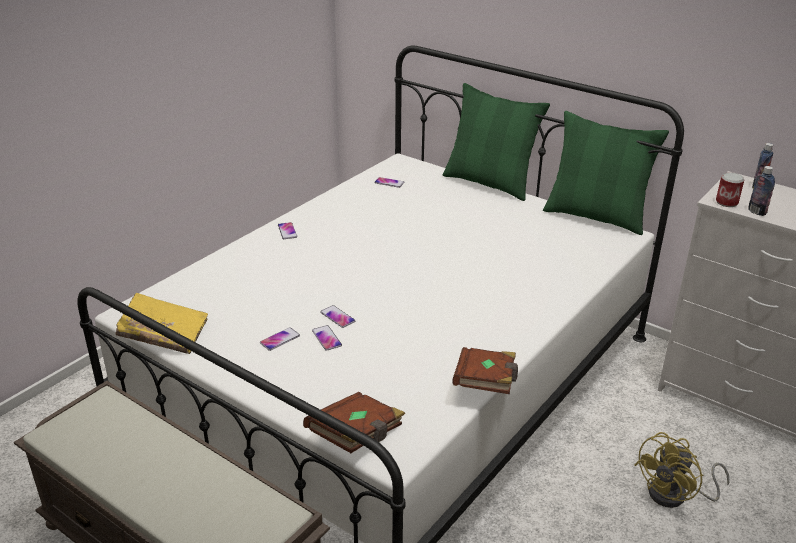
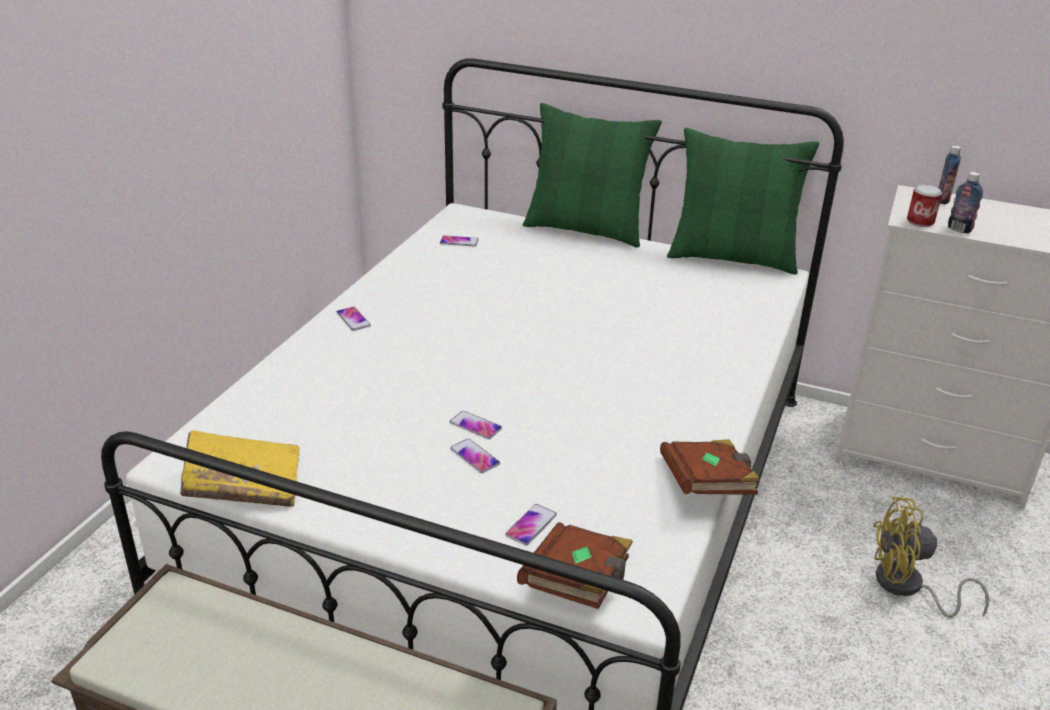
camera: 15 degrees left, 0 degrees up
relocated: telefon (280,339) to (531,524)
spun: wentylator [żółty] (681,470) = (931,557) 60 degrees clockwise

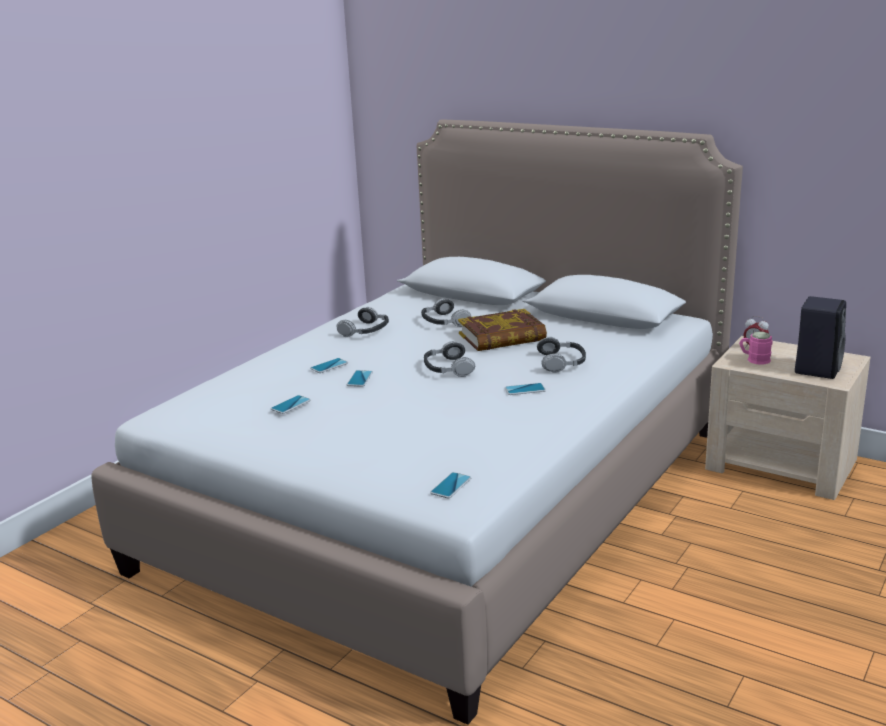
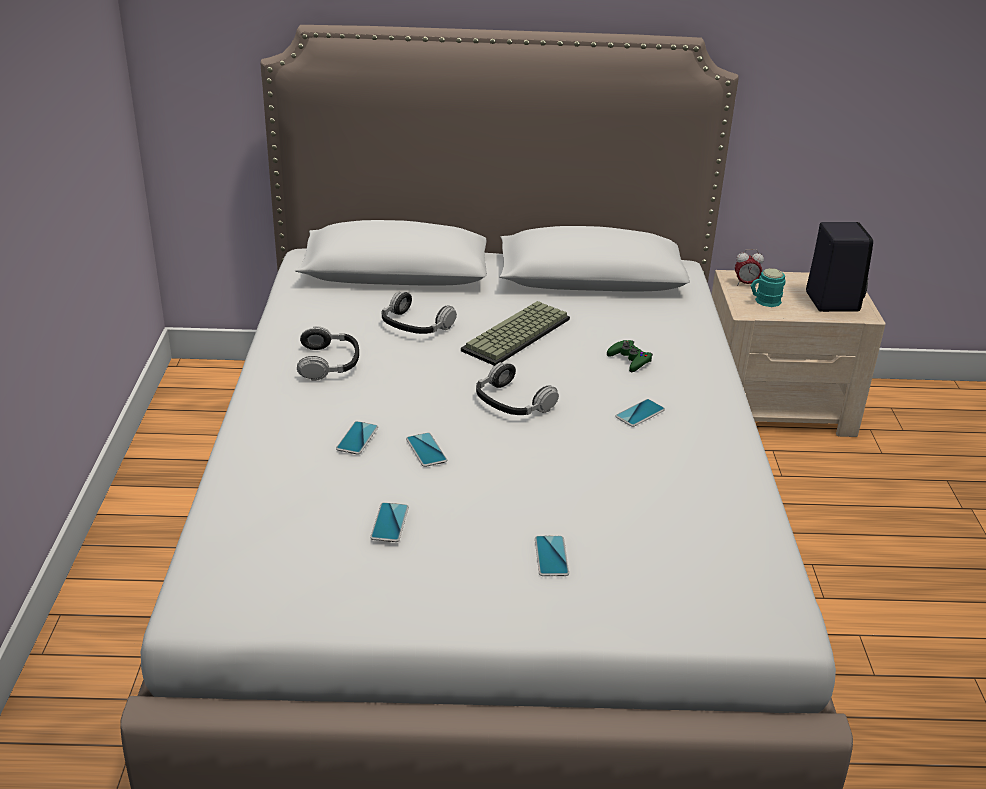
camera: 35 degrees left, 10 degrees up
relocated: telefon (450,485) to (552,556)
exchanged: książka (502,330) to klawiatura (515,333); słuchawki (561,355) to pad do gier [zielony] (630,356)
colour: kubek [różowy] (756,348) to kubek [turkusowy] (768,287)

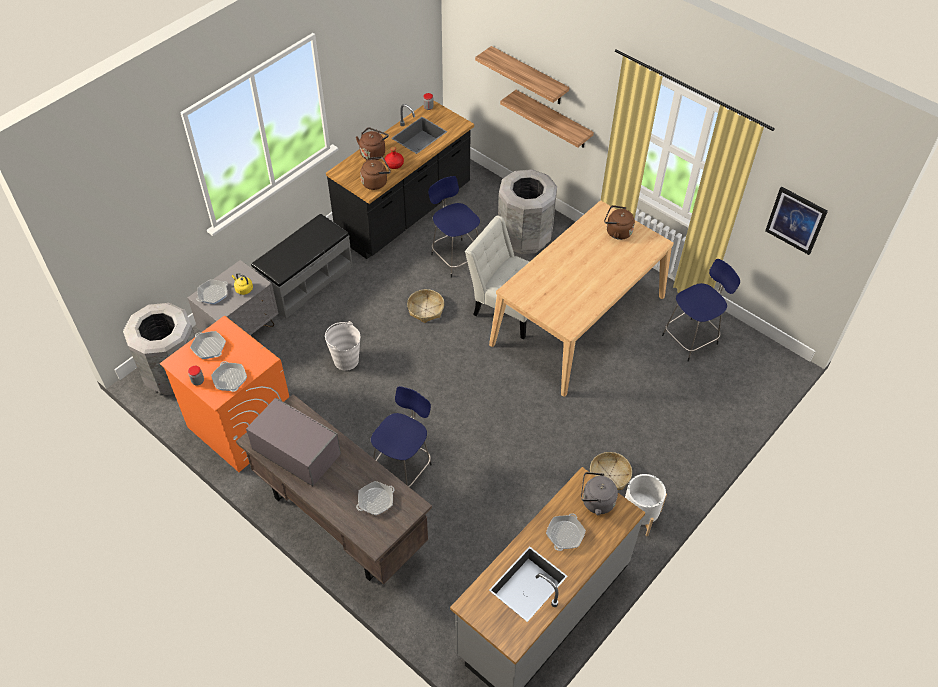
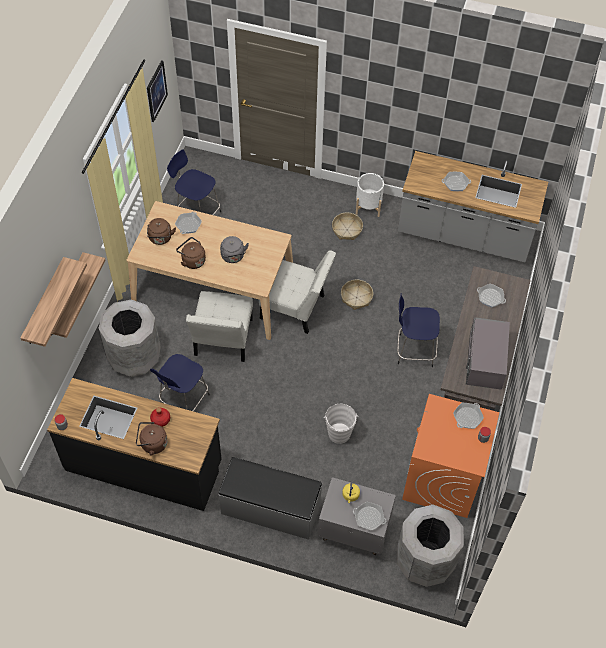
camera: 115 degrees left, 5 degrees up
appeared: krzesło [biały] (297,292)
relocated: patelnia (208,345) to (188,223); czajnik [brązowy] (375,173) to (191,253); koszyk (425,306) to (357,295); czajnik [szary] (599,493) to (234,249)

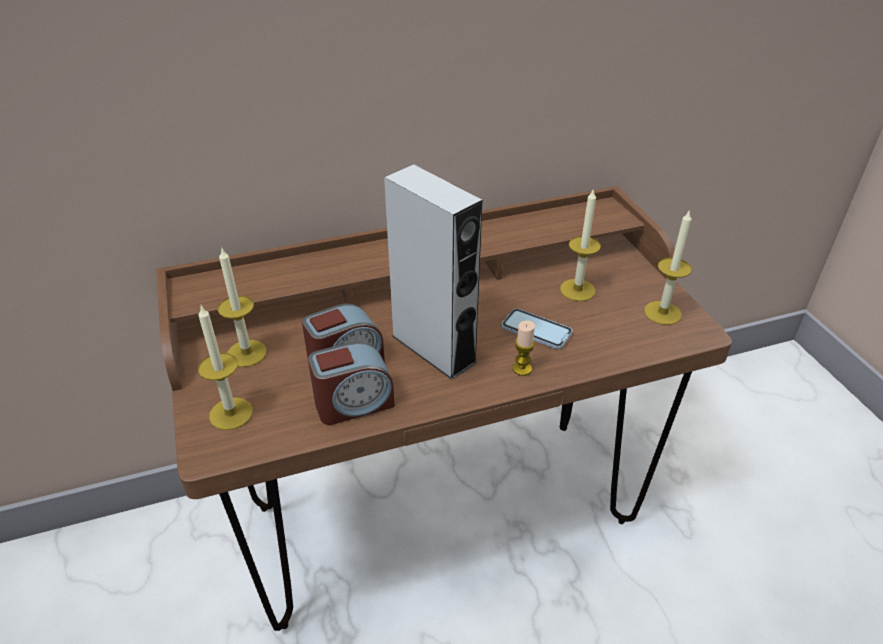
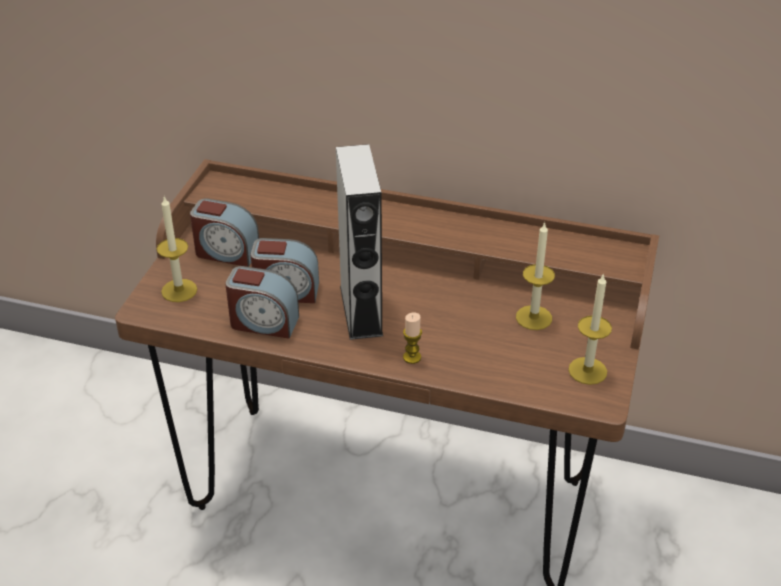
camera: 35 degrees right, 0 degrees up
missing: telefon (537,328)
exchanged: świeca (242,308) to budzik (224,232)

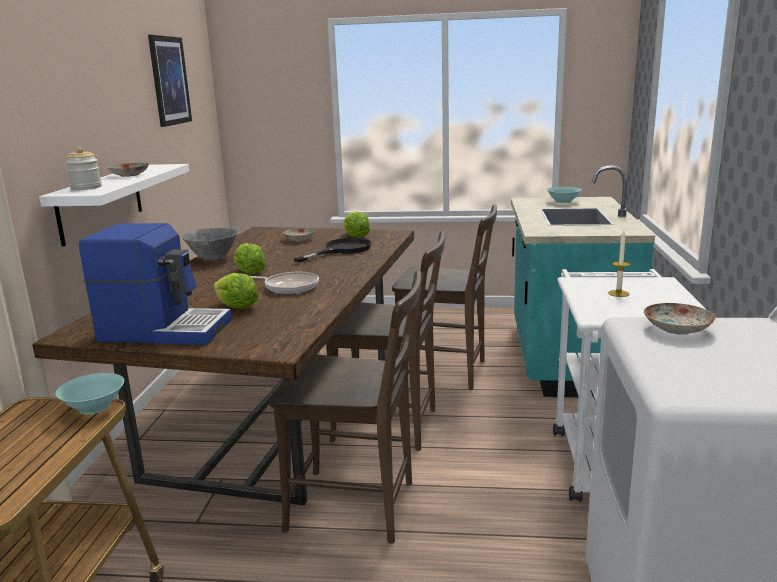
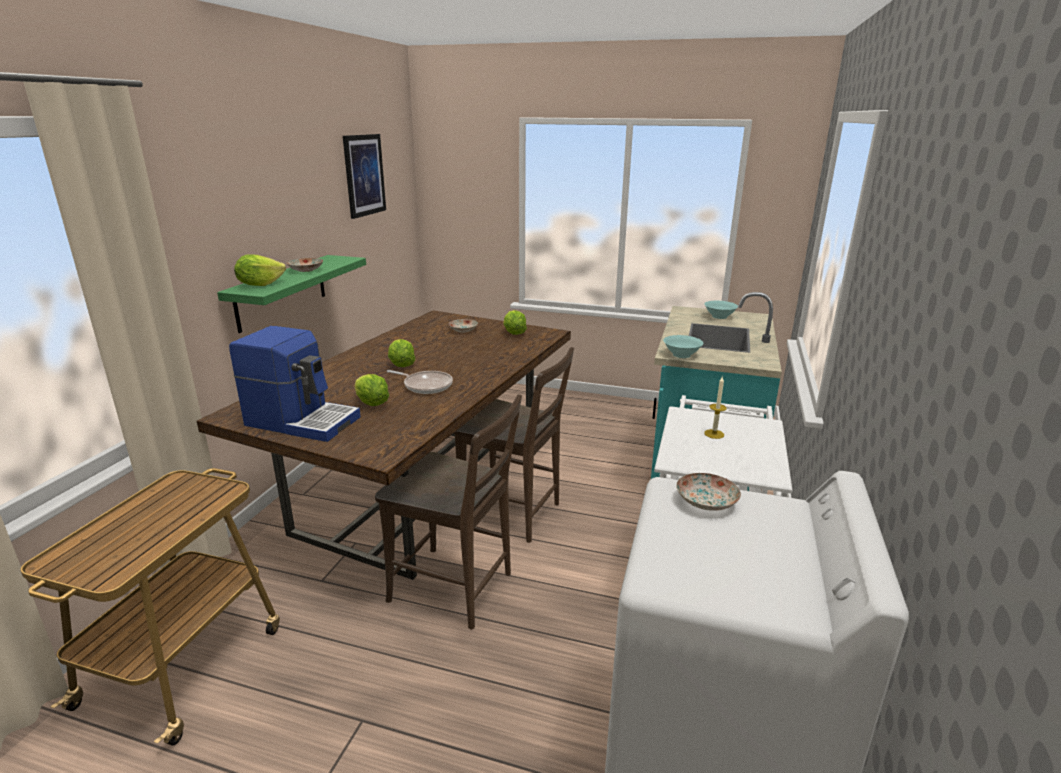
camera: 10 degrees right, 5 degrees up
missing: miska [szary] (210,244); patelnia [czarny] (333,250); krzesło [brązowy] (444,297)
relocated: miska [turkusowy] (89,394) to (683,346)
exchanged: słoik (83,168) to sałata (260,270)
colour: półka [biały] (114,205) to półka [zielony] (291,294)

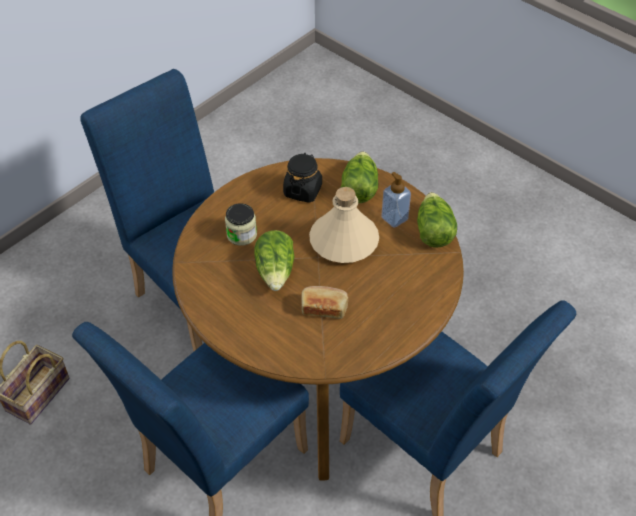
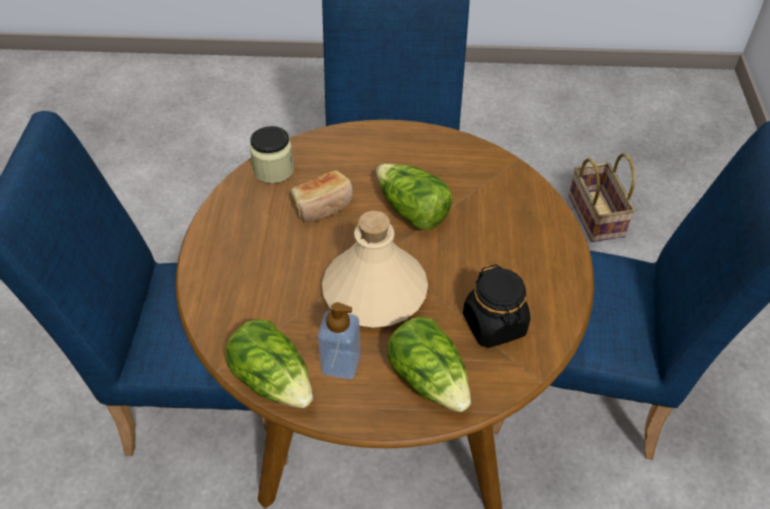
camera: 140 degrees right, 0 degrees up
relocated: słoik (241,224) to (272,154)

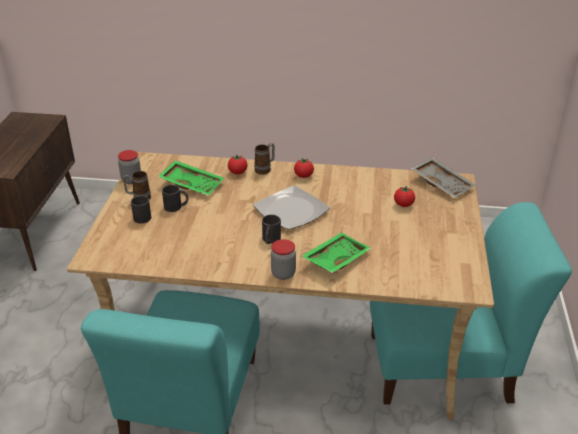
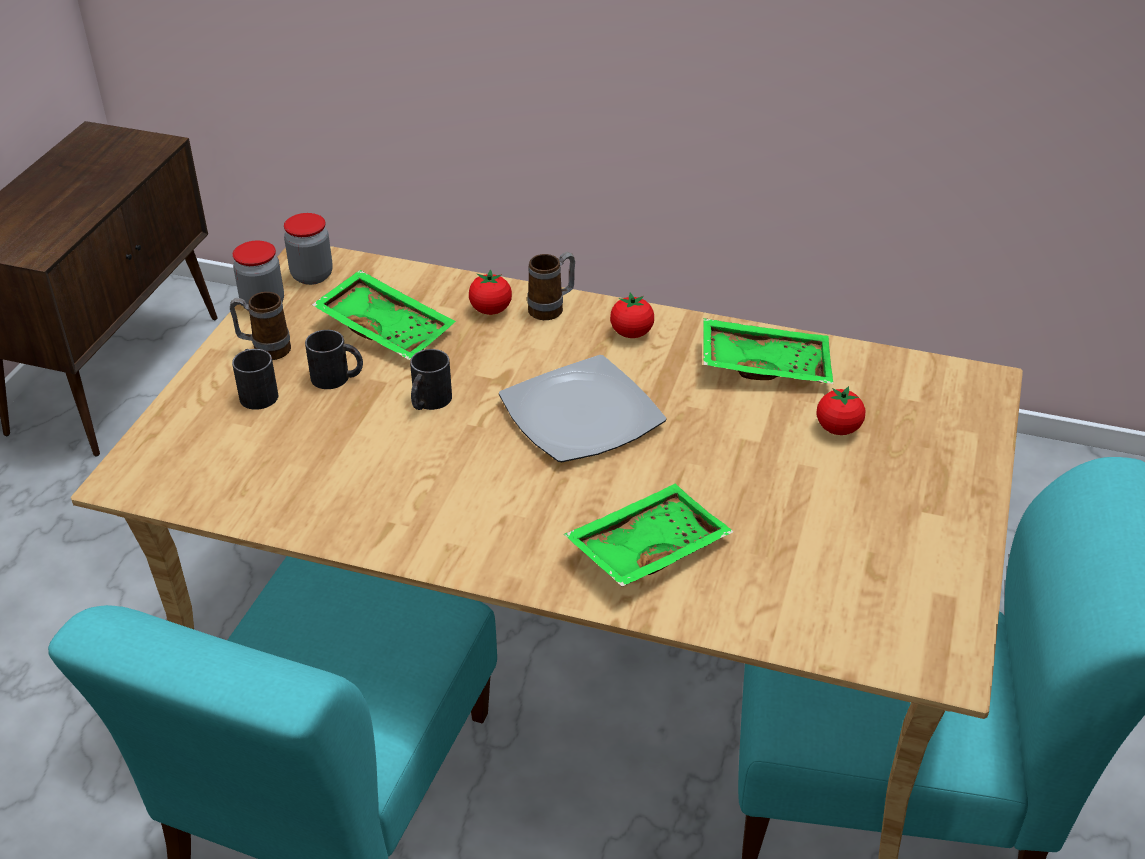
camera: 10 degrees right, 5 degrees up
missing: taca [szary] (443,177)
appeared: taca [zielony] (768,351)
relocated: kubek [czarny] (271,229) to (431,379); słoik (283,259) to (308,249)

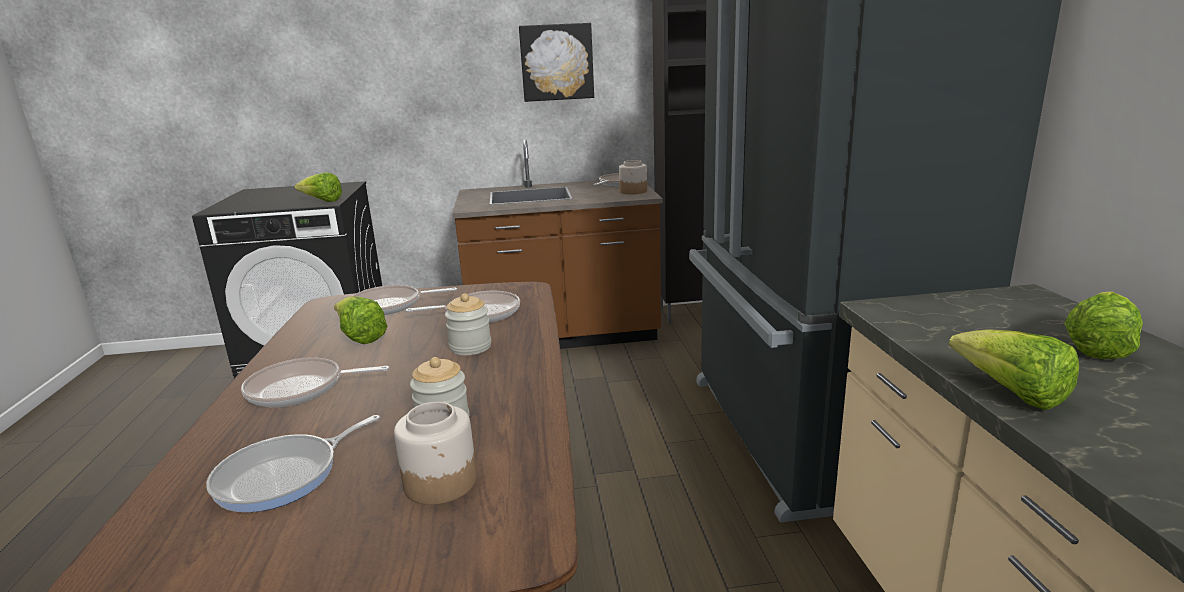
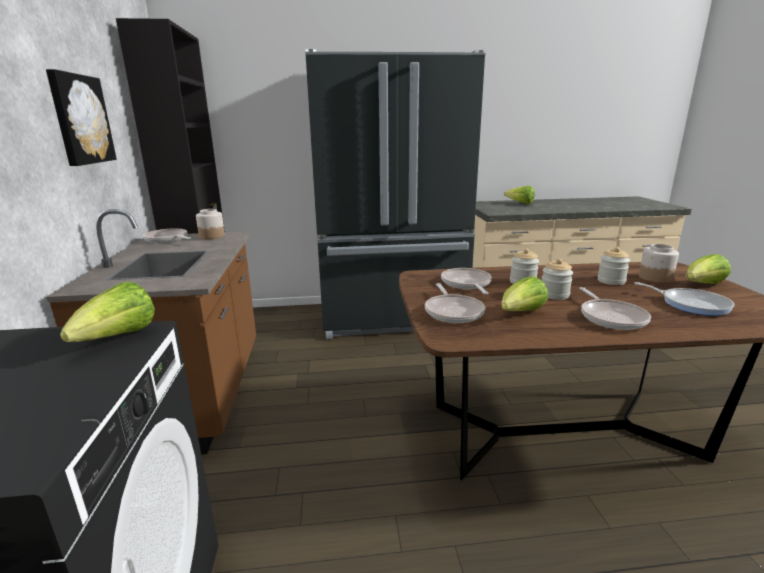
camera: 90 degrees left, 0 degrees up
appeared: słoik (557,279)
relocated: sałata (1014,369) to (708,269)

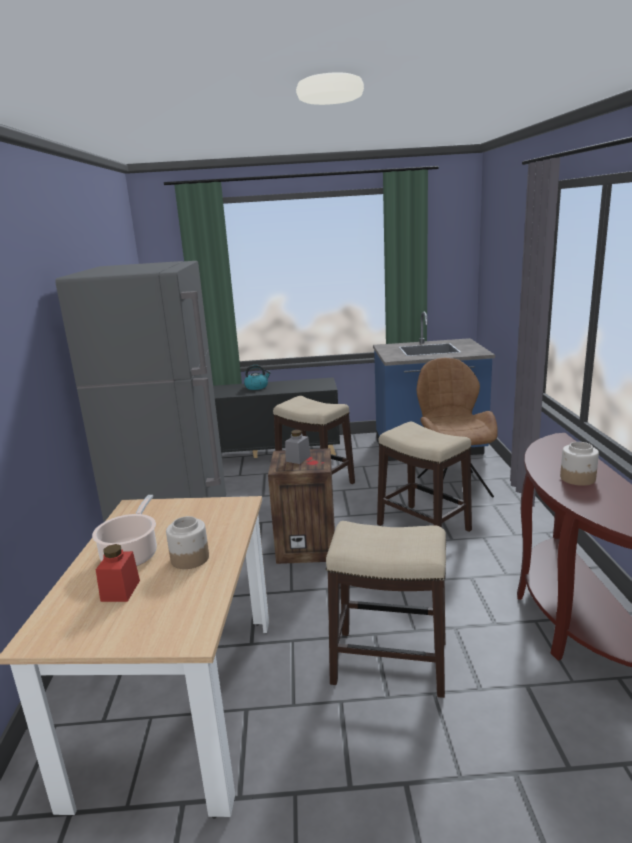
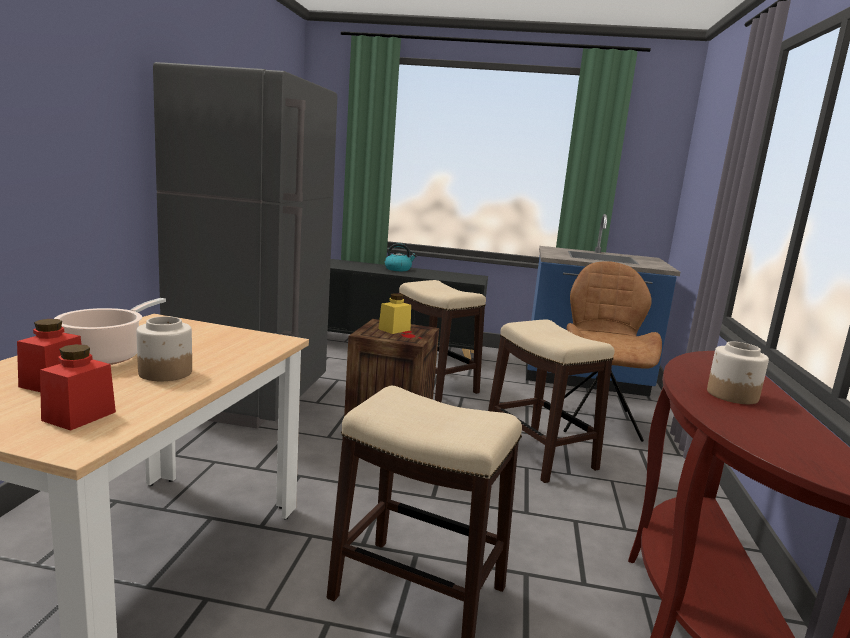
camera: 10 degrees right, 5 degrees down
appeared: słoik [czerwony] (78,387)
colour: słoik [szary] (298,447) to słoik [żółty] (394,313)

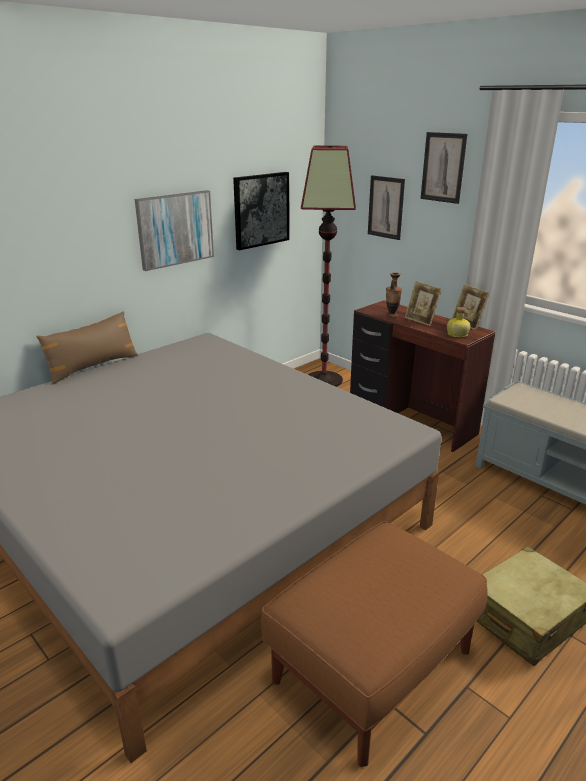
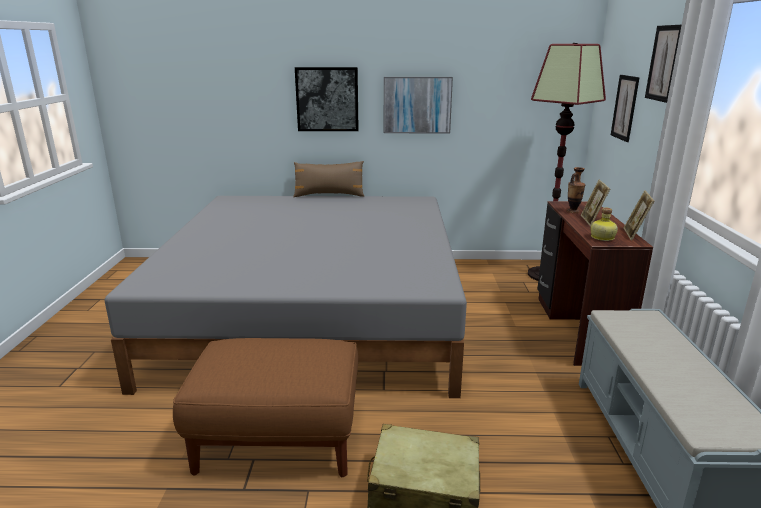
camera: 45 degrees right, 5 degrees down
relocated: obraz (261,211) to (327,99)

